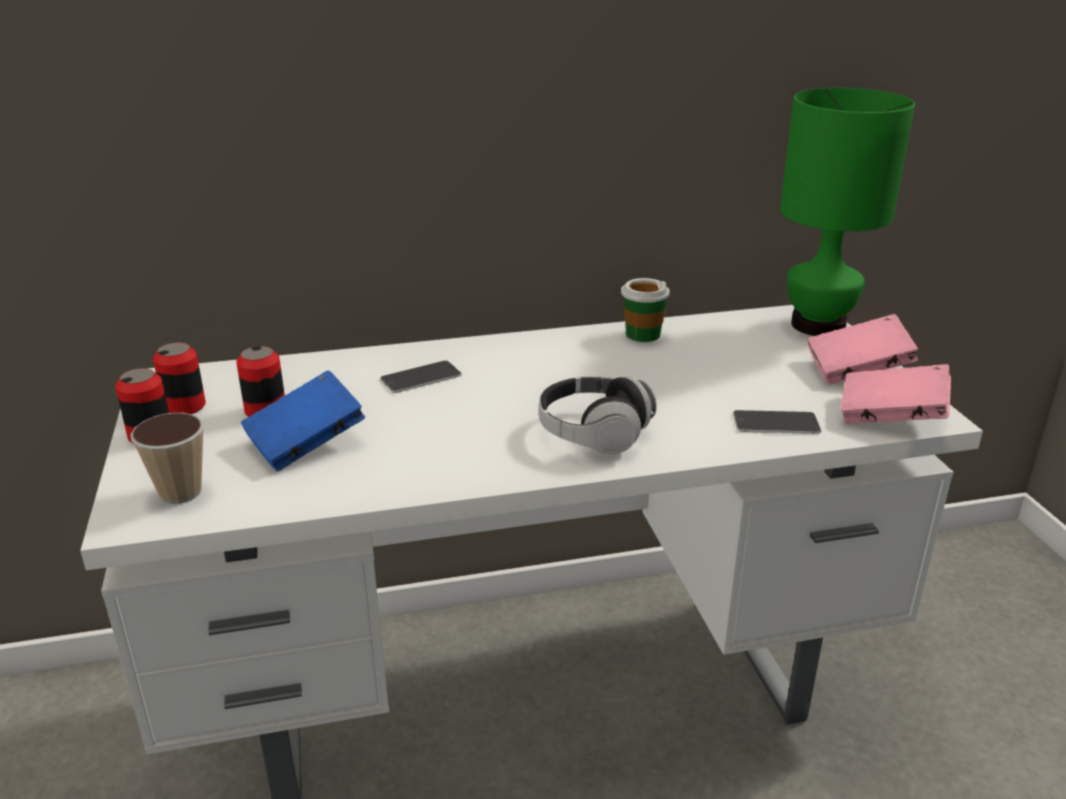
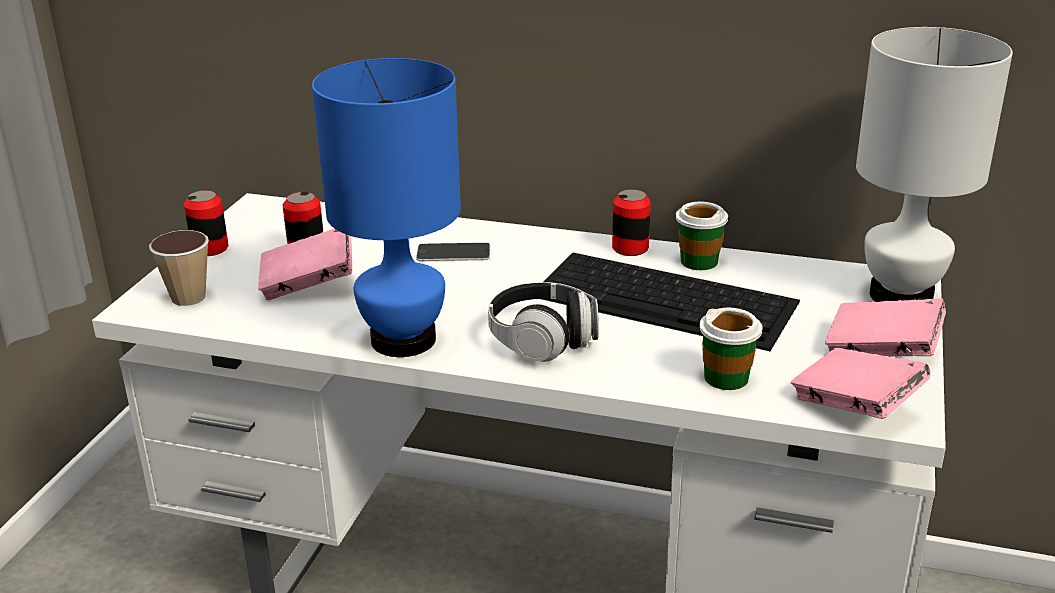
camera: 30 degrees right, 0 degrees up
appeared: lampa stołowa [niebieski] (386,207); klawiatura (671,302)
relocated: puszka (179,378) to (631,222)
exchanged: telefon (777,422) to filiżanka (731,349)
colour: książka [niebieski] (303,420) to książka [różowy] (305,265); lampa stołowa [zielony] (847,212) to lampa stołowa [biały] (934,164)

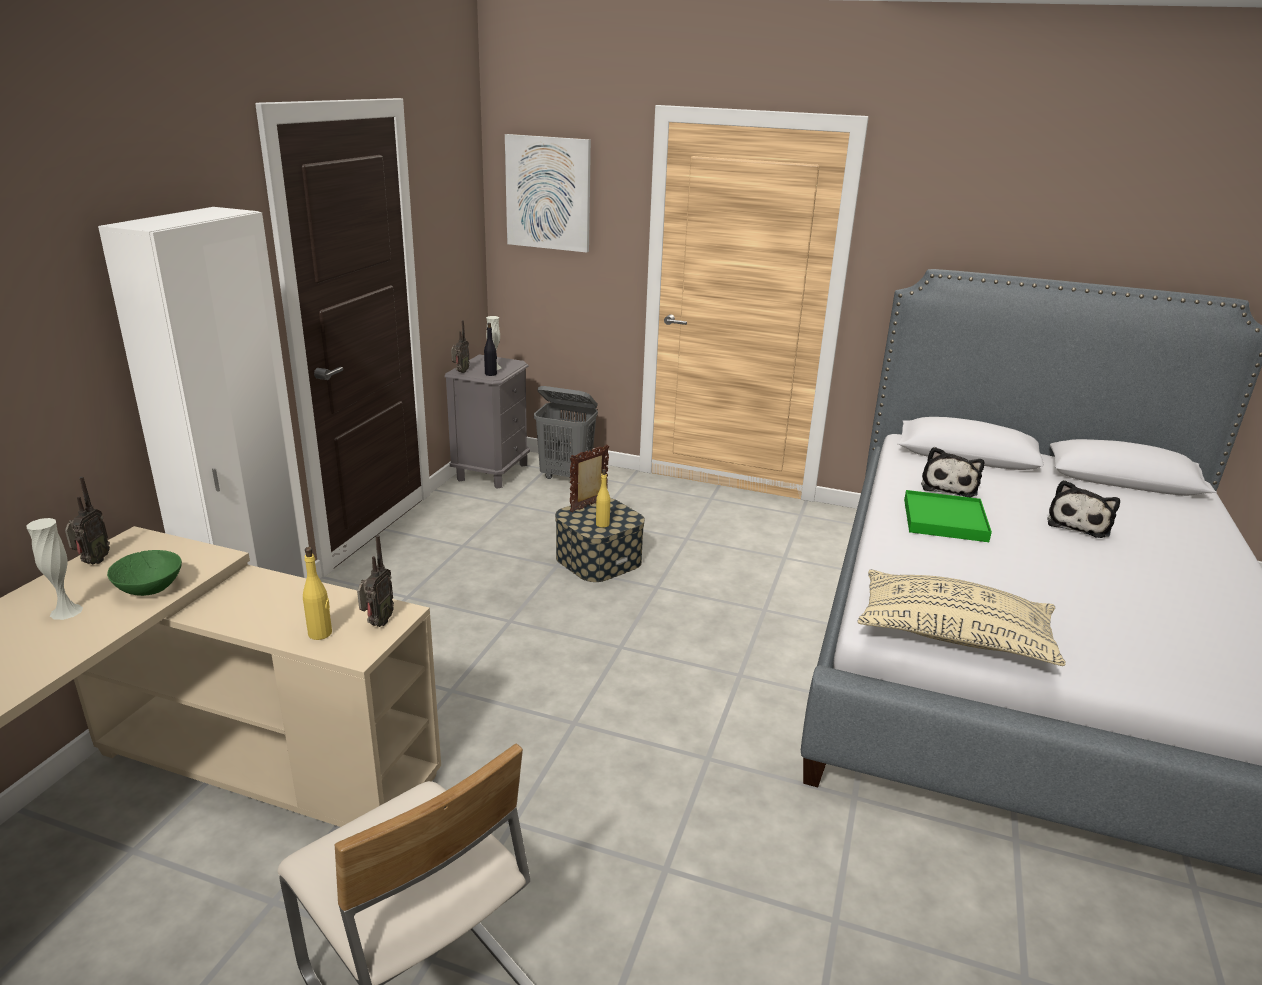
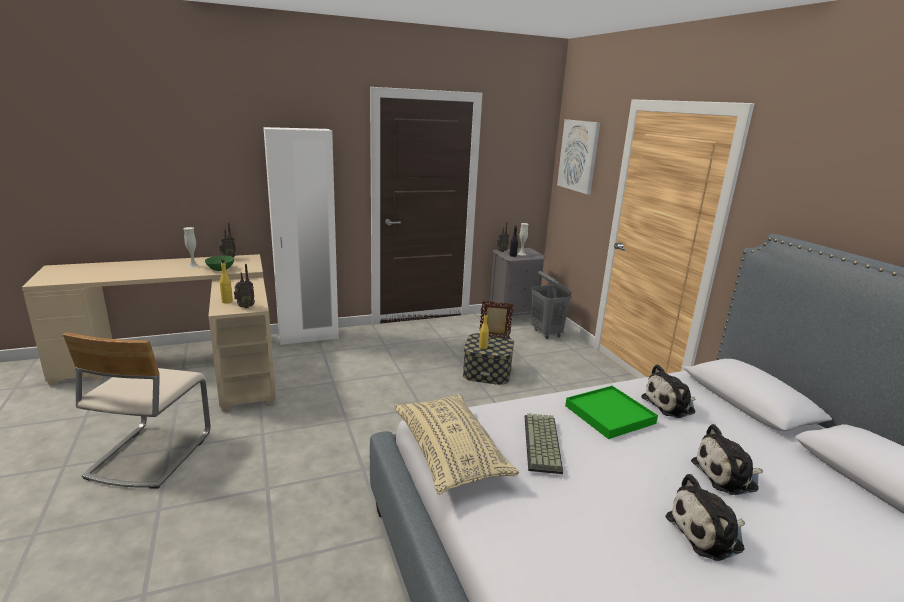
camera: 50 degrees right, 5 degrees down
appeared: klawiatura (544,443); pluszak (705,517)

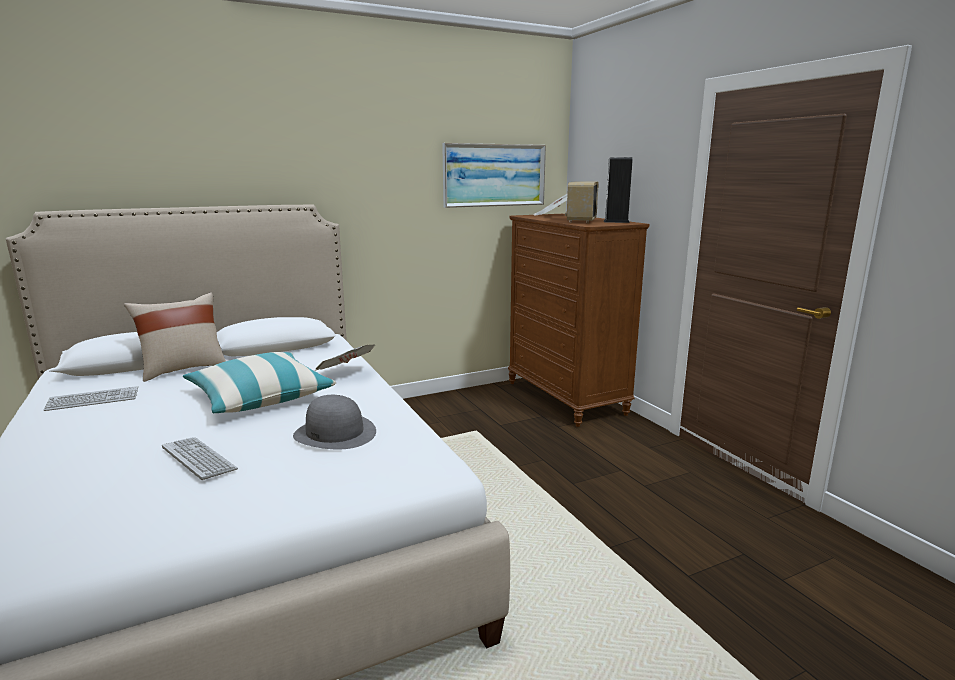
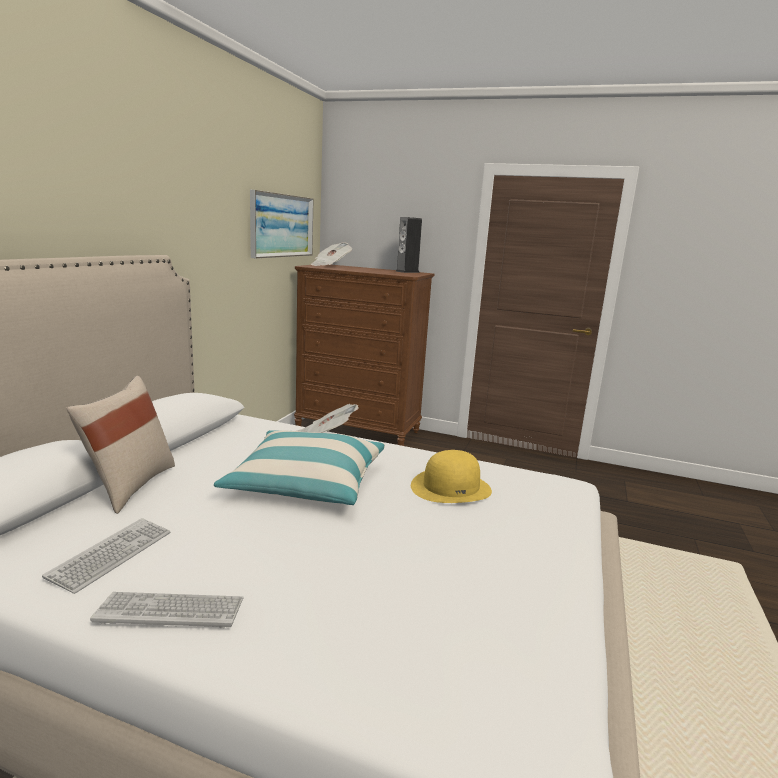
camera: 45 degrees left, 0 degrees up
missing: radio (582,202)
relocated: klawiatura (200,458) to (167,610)
colour: kapelusz [szary] (334,422) to kapelusz [żółty] (451,476)

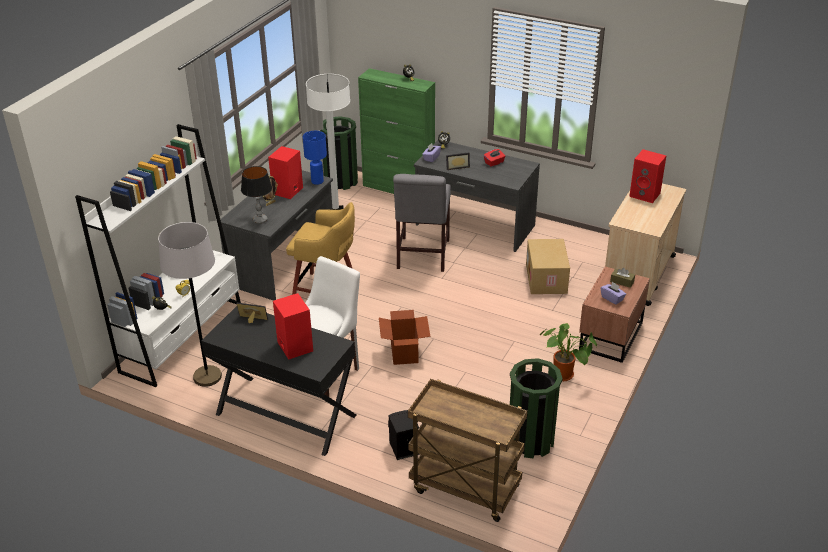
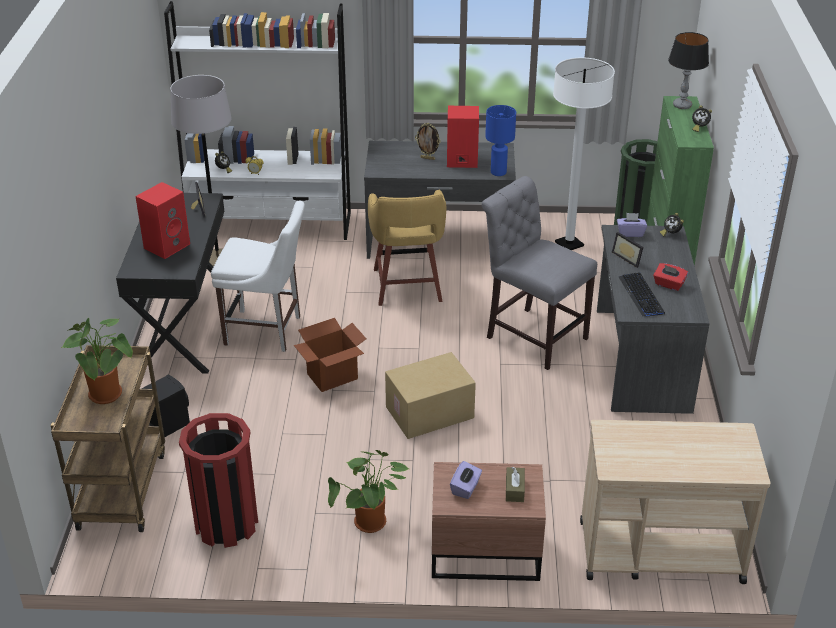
camera: 65 degrees right, 0 degrees up
missing: głośnik [czerwony] (647,176)
appeared: roślina doniczkowa (97,361); klawiatura (642,294)
relocated: lampa stołowa (256,195) to (688,70); karton (548,266) to (430,395)
colour: kosz na śmieci [zielony] (536,408) to kosz na śmieci [czerwony] (218,480)
spun: krzesło [szary] (422,223) = (539,273) 60 degrees clockwise

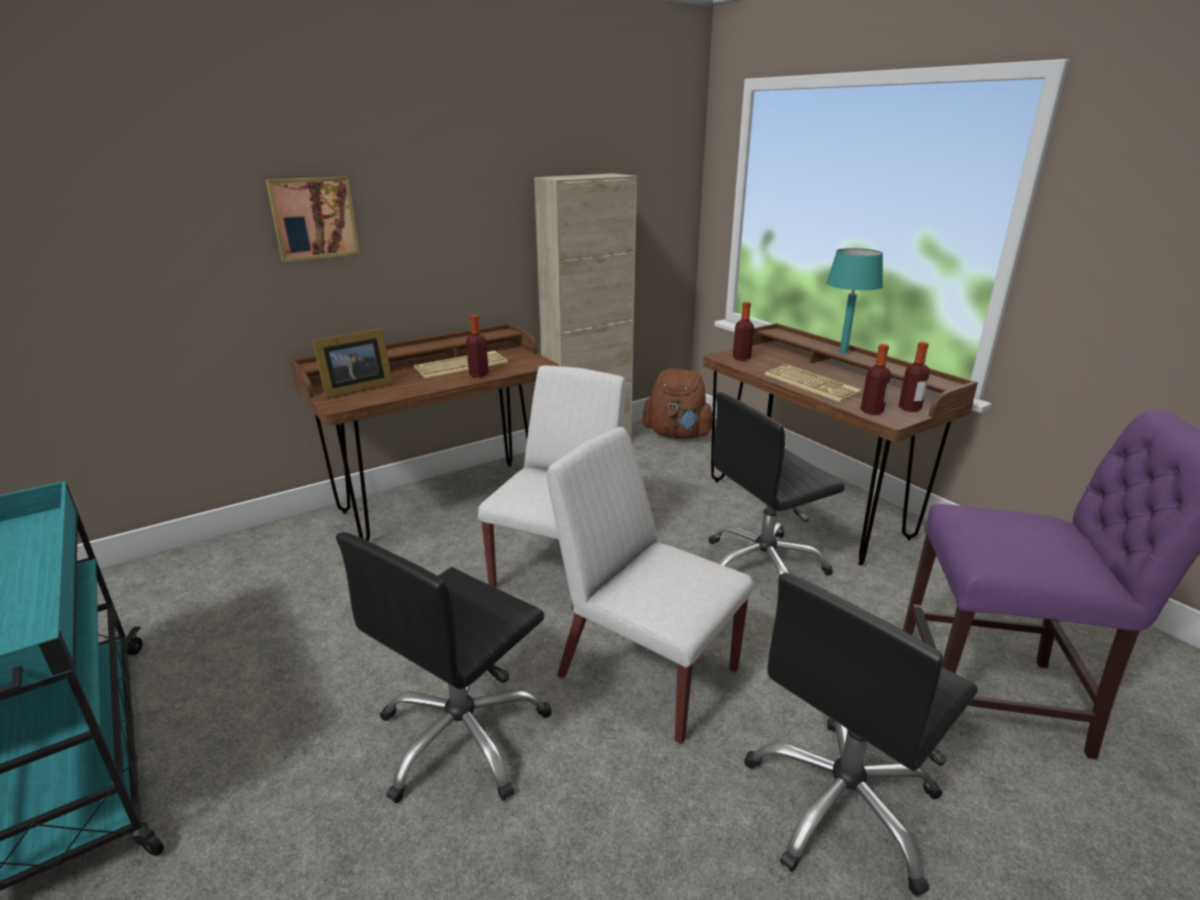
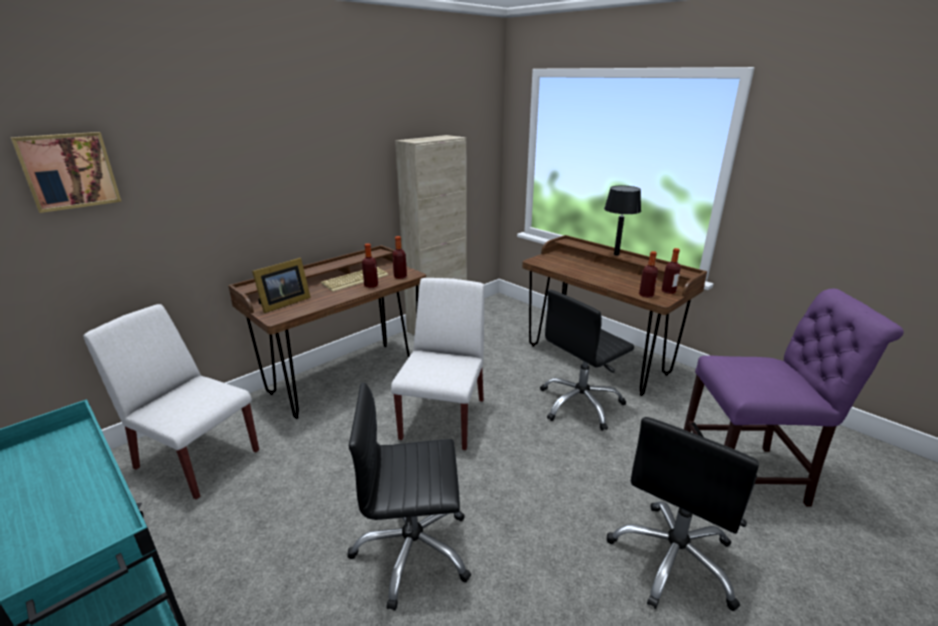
camera: 10 degrees left, 0 degrees up
missing: plecak [brązowy] (678,403); klawiatura (813,383)
relocated: obraz (313,219) to (66,172); krzesło [biały] (650,585) to (171,401); butelka (743,331) to (399,257)
colour: lampa stołowa [turkusowy] (854,301) to lampa stołowa [czarny] (622,221)
spun: krzesło biurowe [czarny] (444,667) = (409,497) 60 degrees clockwise

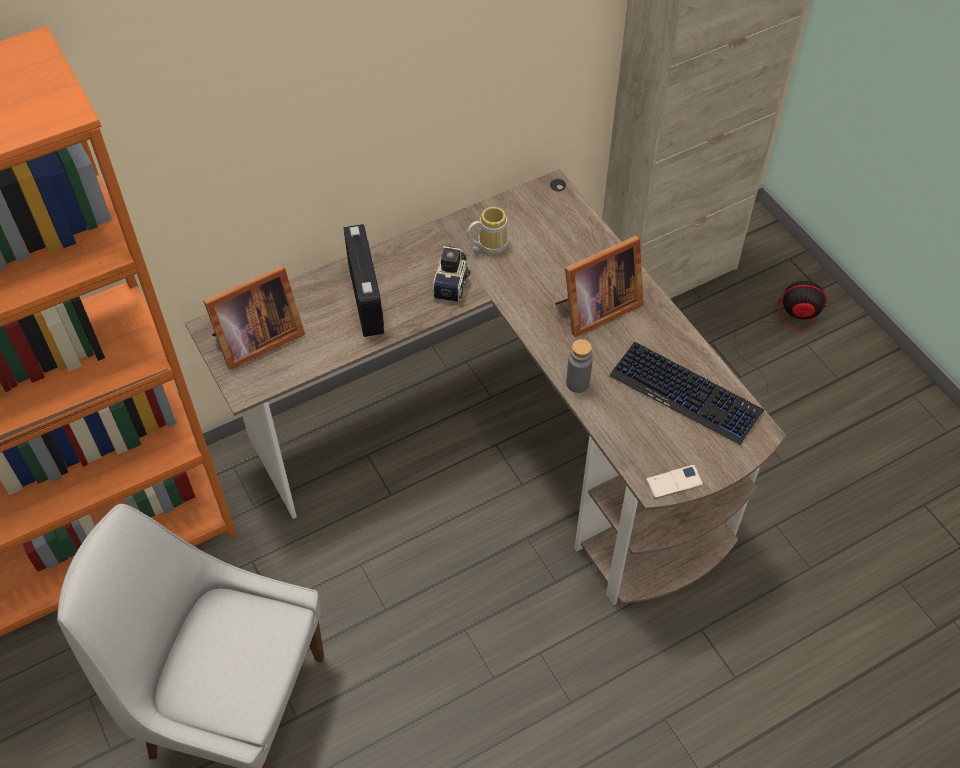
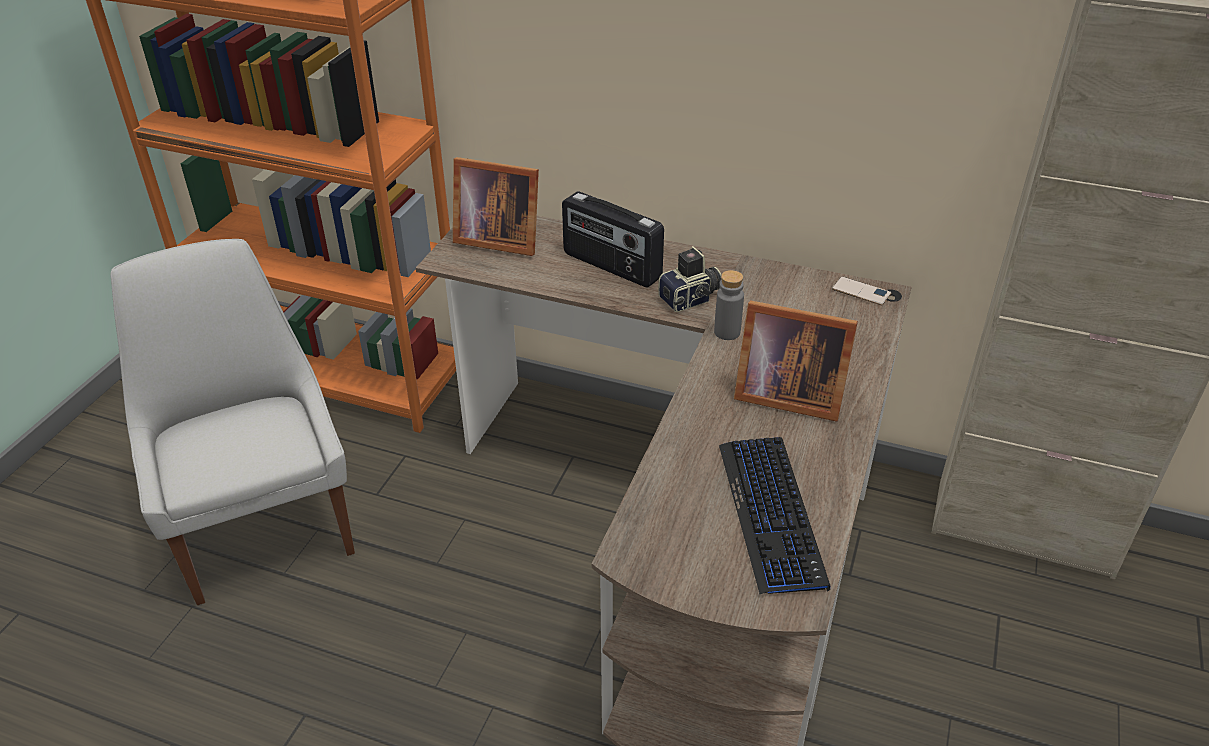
camera: 50 degrees right, 15 degrees down
missing: kubek (488,231); wentylator (780,338)
relocated: butelka [szary] (579,366) to (729,305); telefon (675,482) to (861,290)
spun: radio (364,280) = (613,239) 90 degrees clockwise

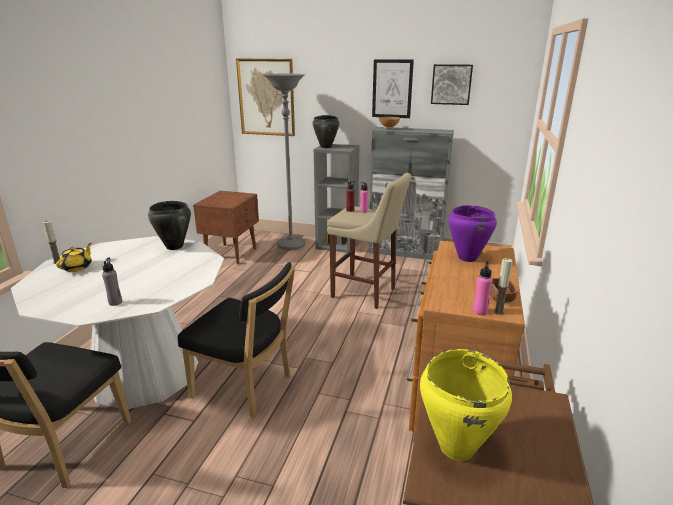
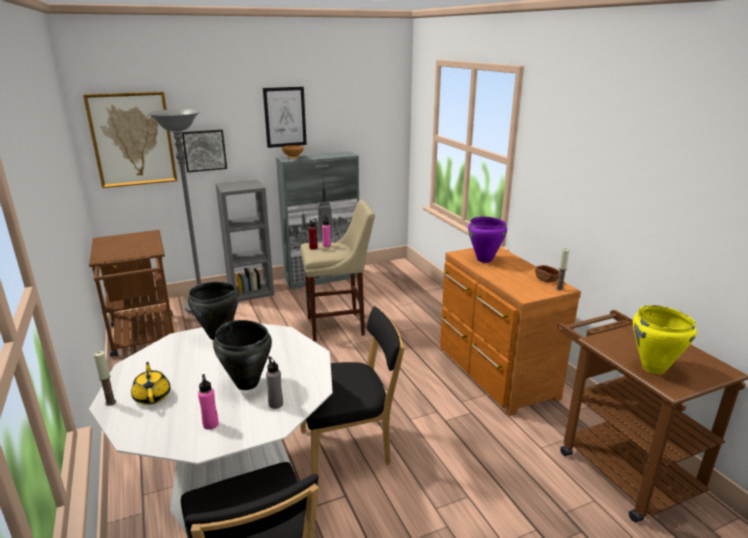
camera: 40 degrees left, 0 degrees up
relocated: garnek [czarny] (325,131) to (242,355); obraz (452,84) to (204,150); butelka [różowy] (482,288) to (208,402)
exchanged: szafka nocna [brązowy] (226,227) to wózek [brązowy] (131,293)

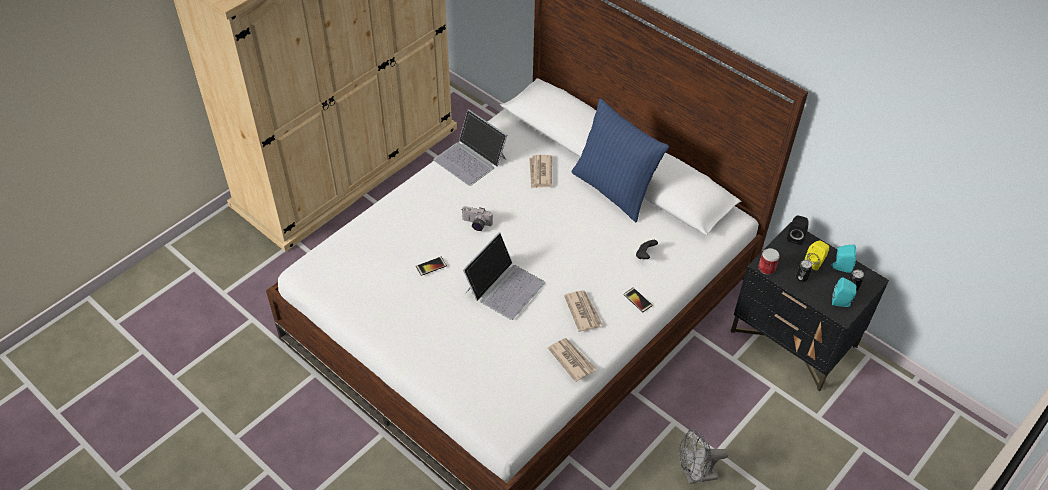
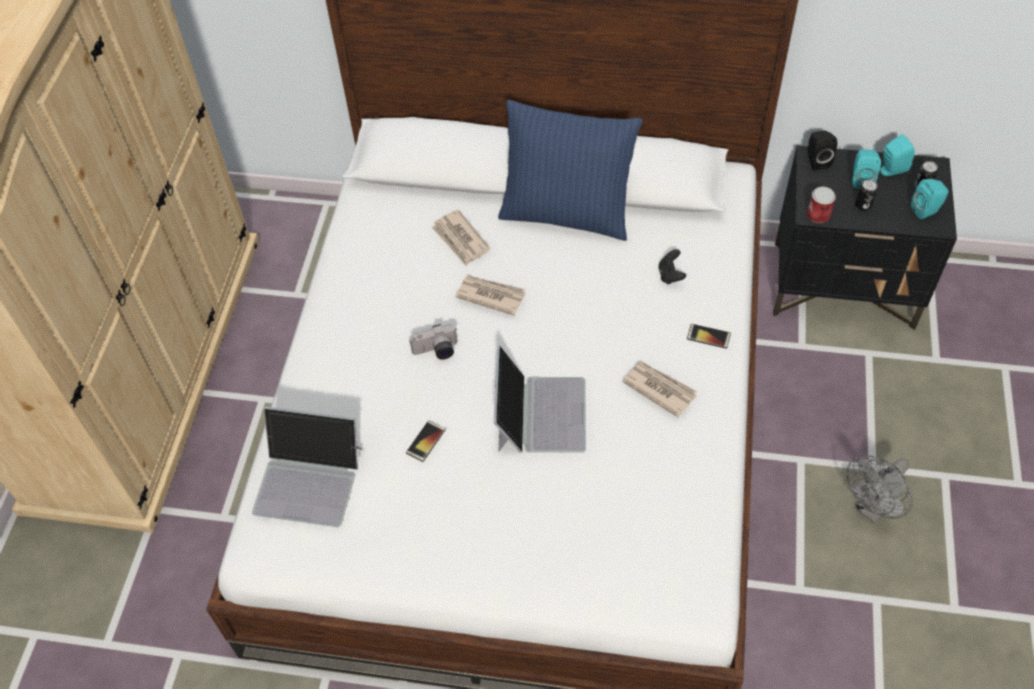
camera: 30 degrees left, 5 degrees up
relocated: laptop (470,147) to (307,466); gazeta (572,360) to (490,295)
colour: głośnik [żółty] (817,256) to głośnik [turkusowy] (866,168)

